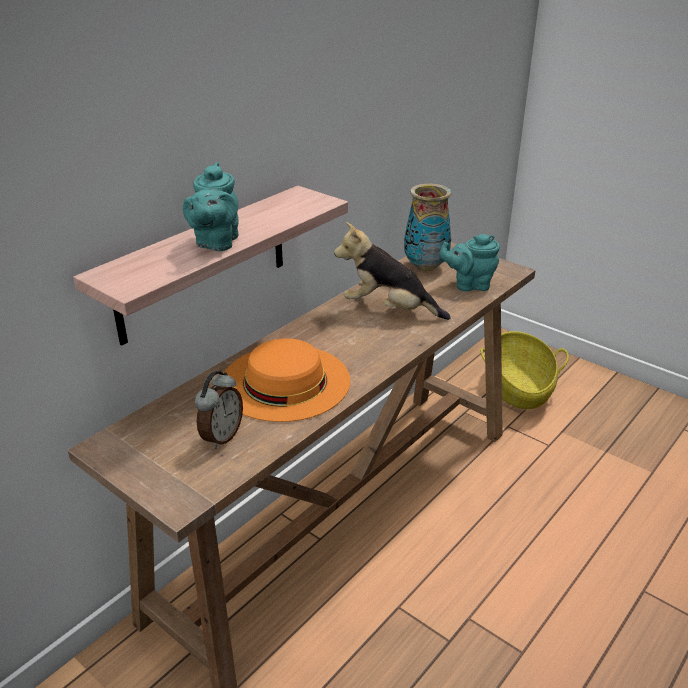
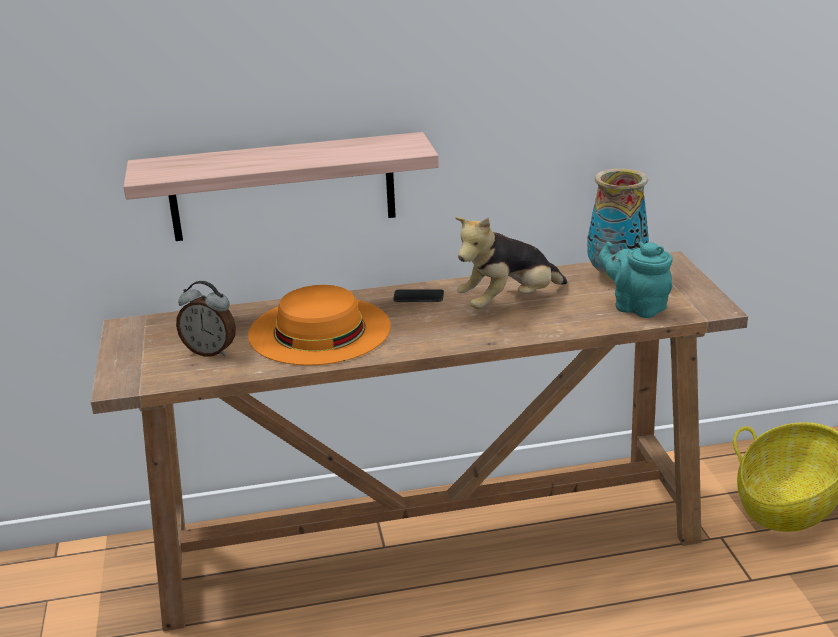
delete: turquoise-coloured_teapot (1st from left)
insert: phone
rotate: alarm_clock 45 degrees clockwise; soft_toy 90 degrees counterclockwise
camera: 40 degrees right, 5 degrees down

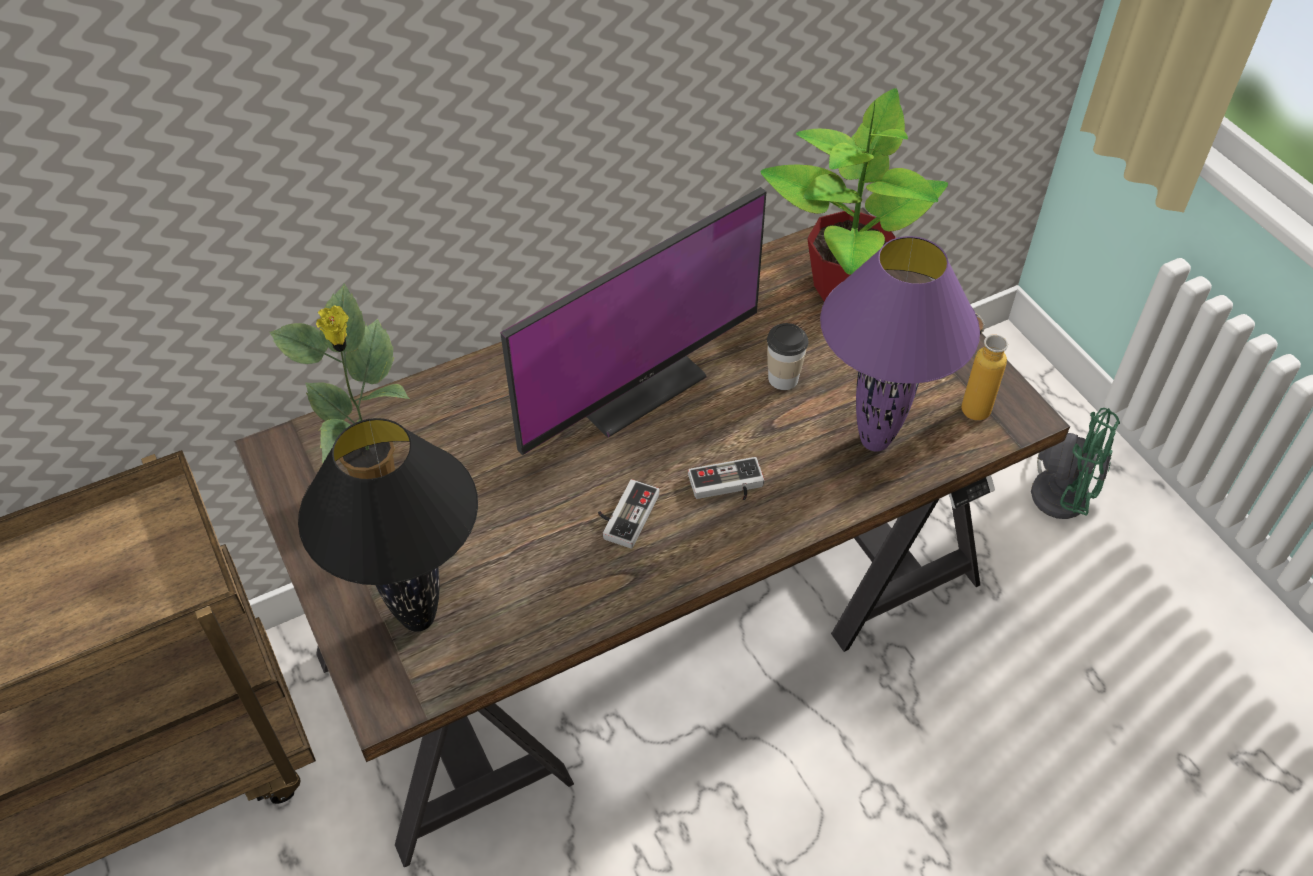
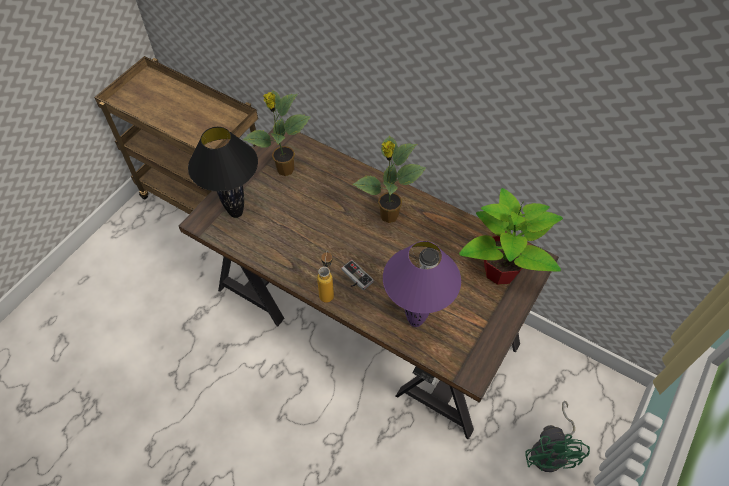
delete: joypad (1st from left)
move: bottle
replace: computer_screen to houseplant (2nd from left)
camera: 60 degrees right, 5 degrees up

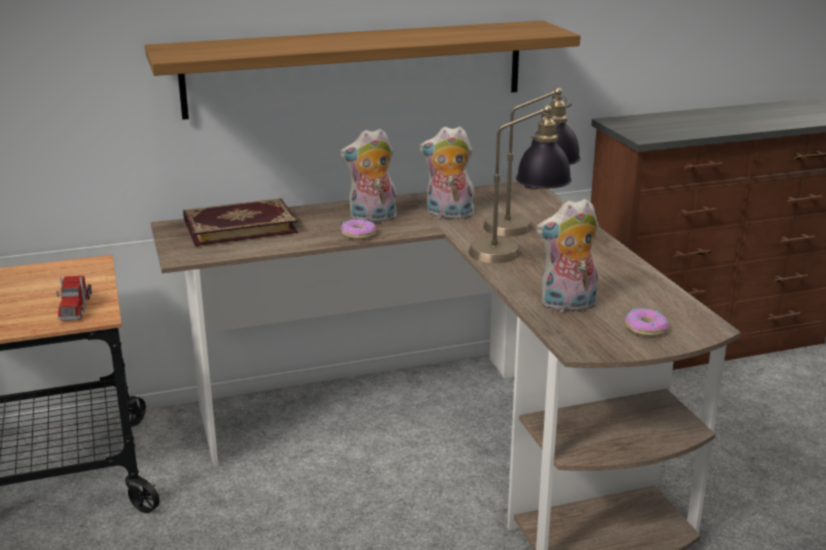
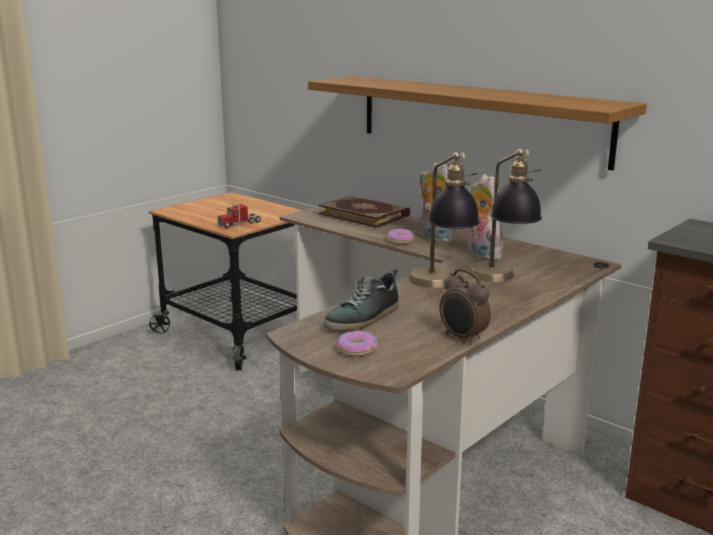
insert: alarm_clock
replace: soft_toy (3rd from left) to low_shoe
camera: 60 degrees right, 5 degrees down

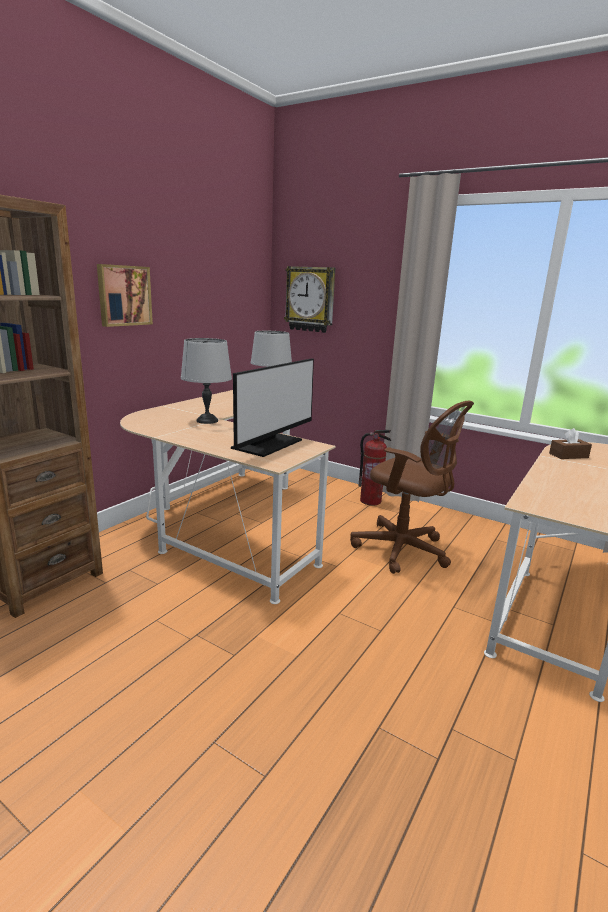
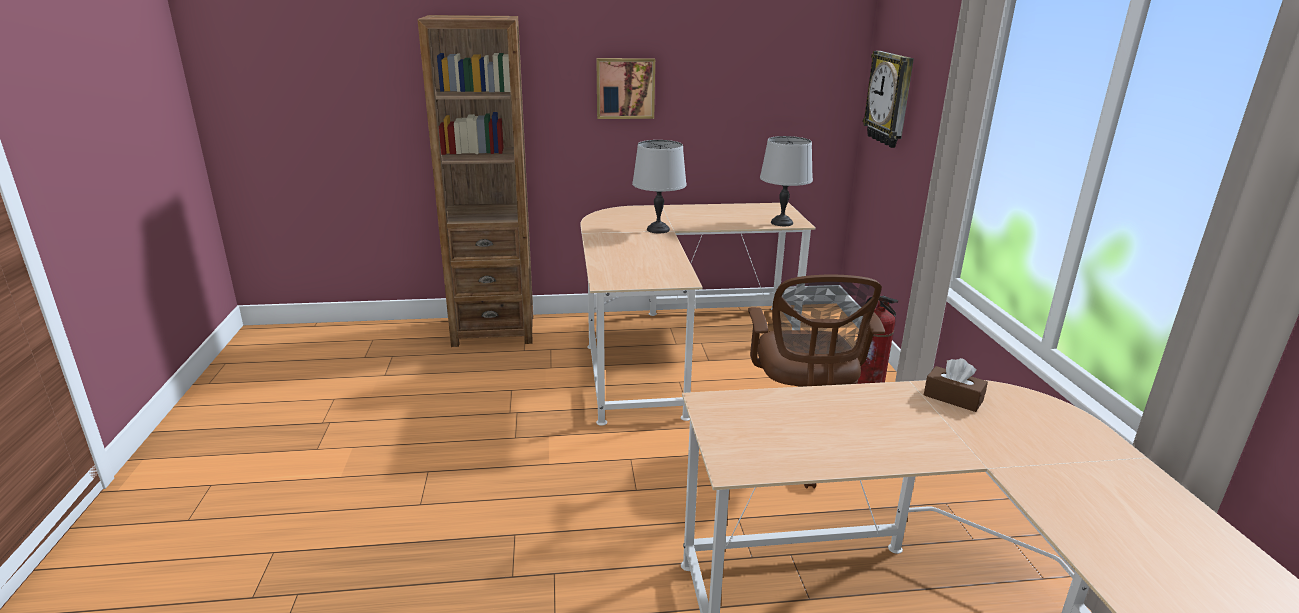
delete: computer_screen
camera: 50 degrees right, 5 degrees up

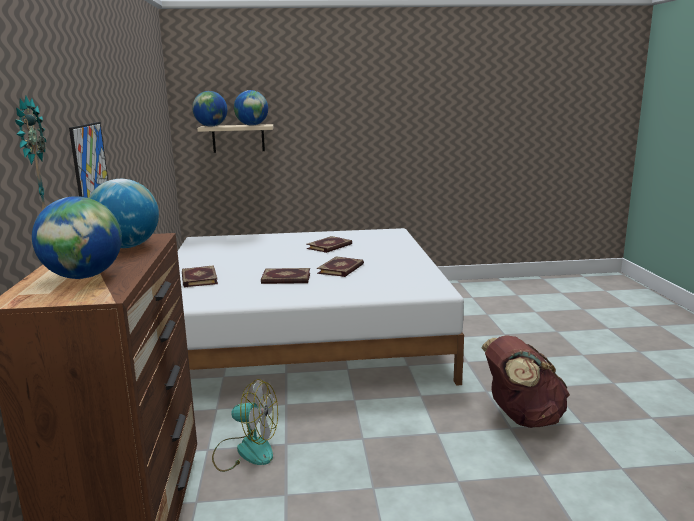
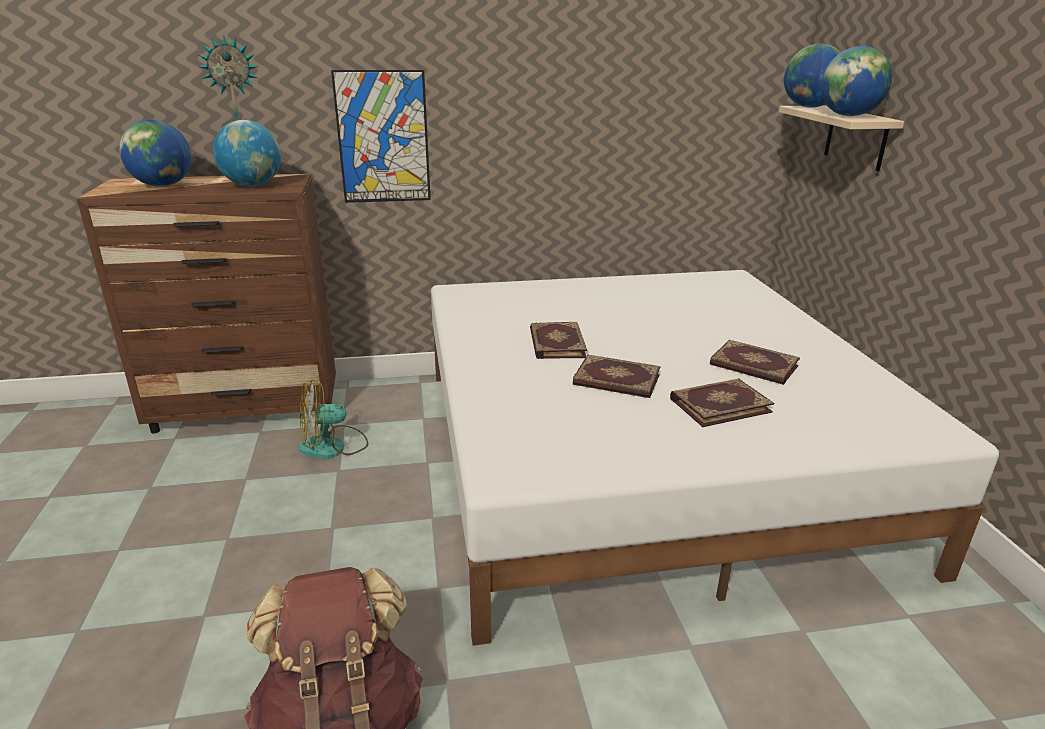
move: bound_book (1st from left in the first image) to bound_book (3rd from left)
rotate: cooling_fan 60 degrees clockwise
camera: 85 degrees right, 10 degrees up

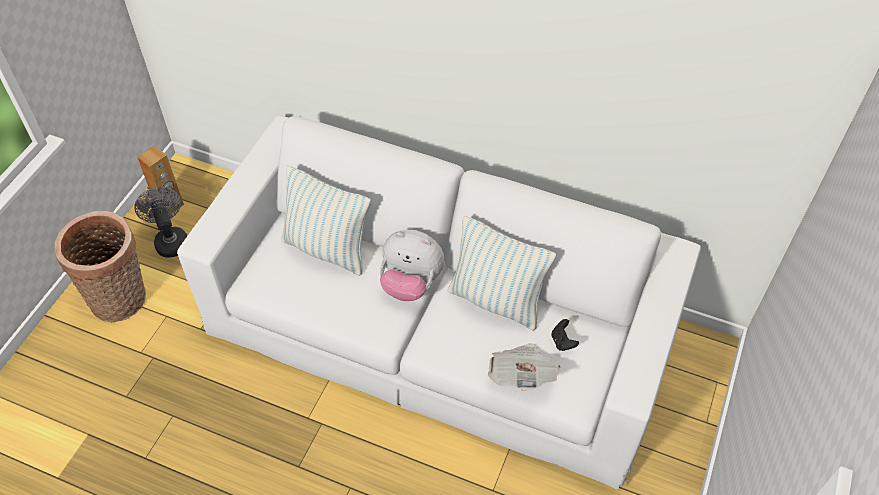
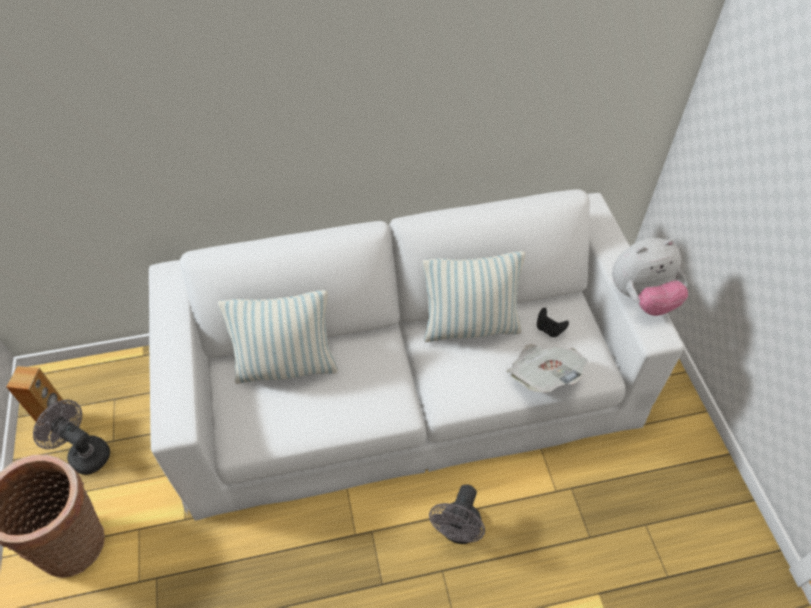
insert: grey_cooling_fan (2nd from left)
move: soft_toy
camera: 35 degrees left, 0 degrees up

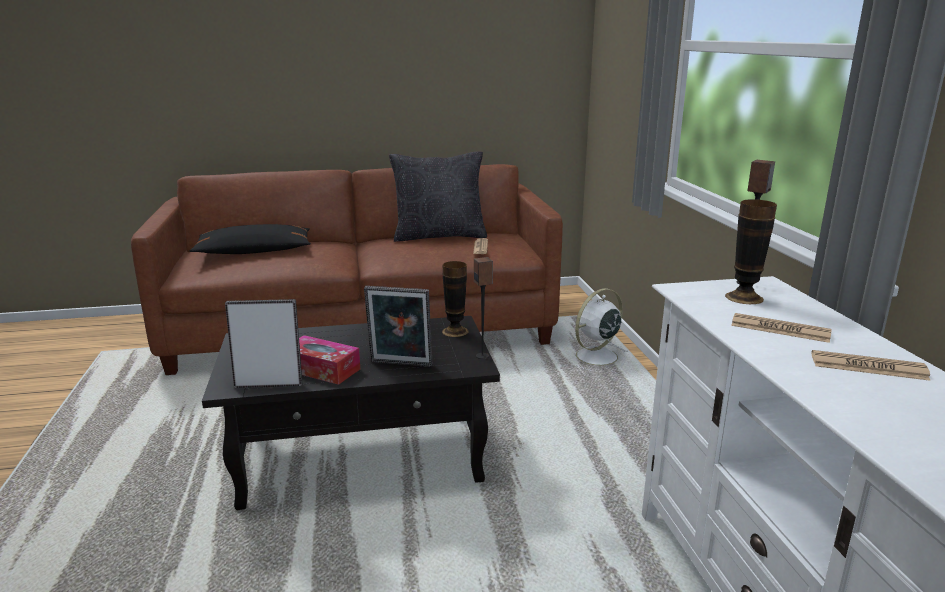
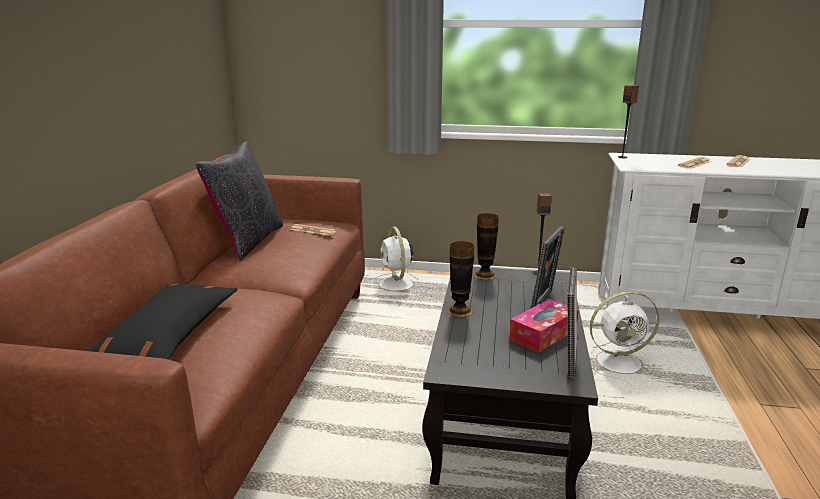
insert: white-coloured_cooling_fan (2nd from left)
move: vase (2nd from left in the first image) to vase (1st from left)
camera: 70 degrees left, 0 degrees up

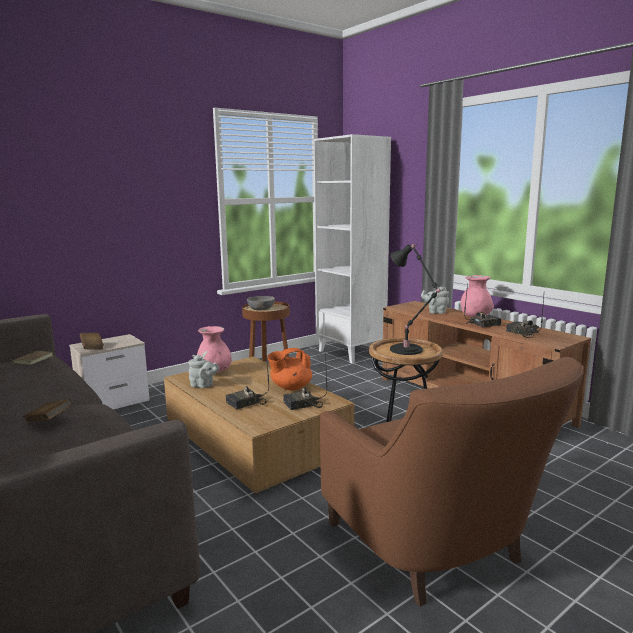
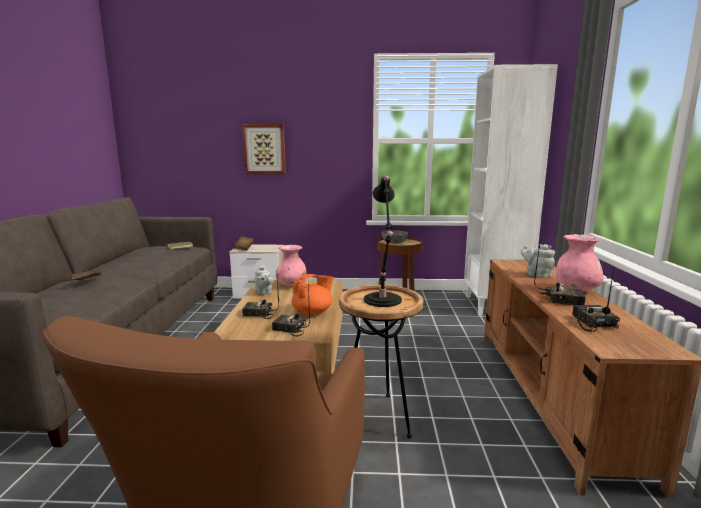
insert: wall_picture
rotate: orange-coloured_teapot 135 degrees clockwise
camera: 40 degrees right, 0 degrees up

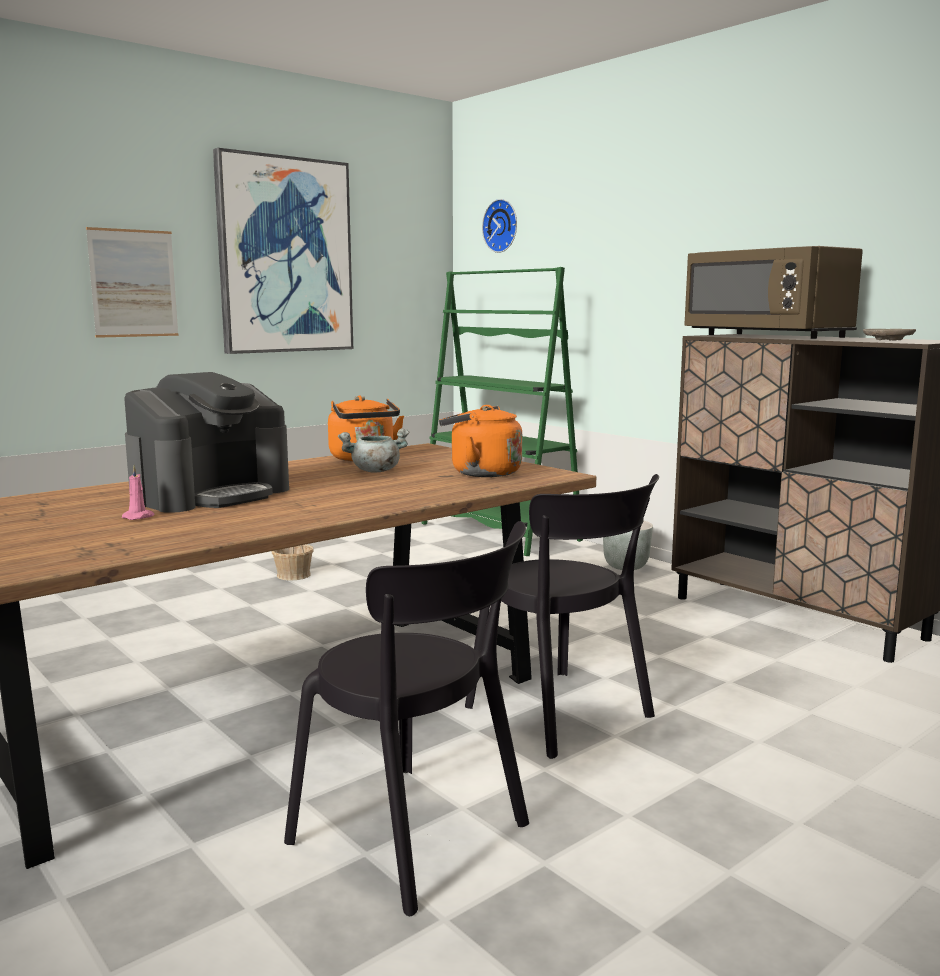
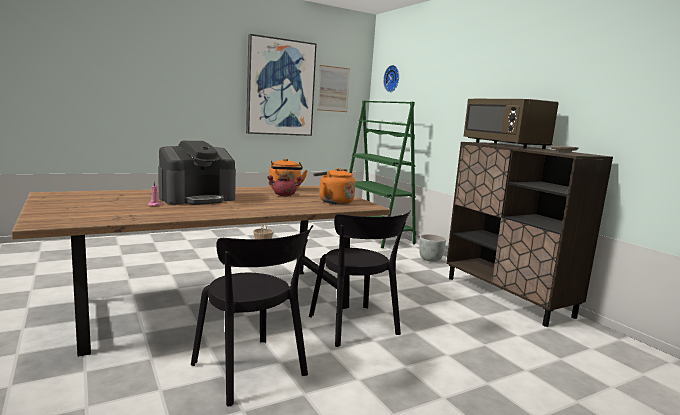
move: wall_picture (1st from left in the first image) to wall_picture (2nd from left)
recolor: grey_saucepot to reddish_saucepot
camera: 10 degrees right, 0 degrees up

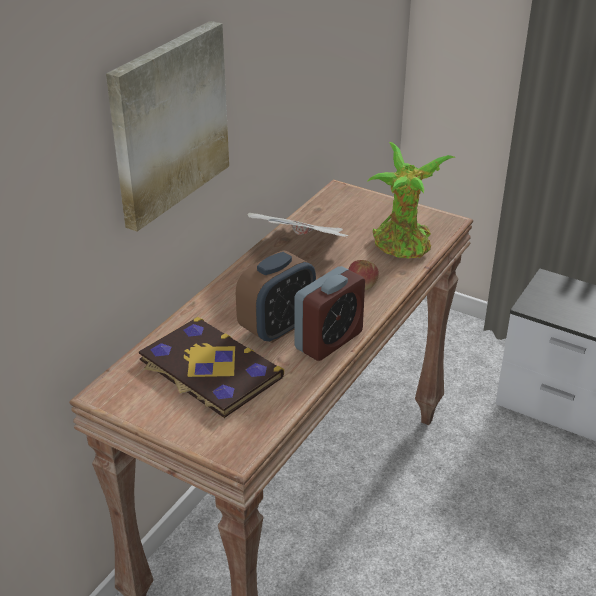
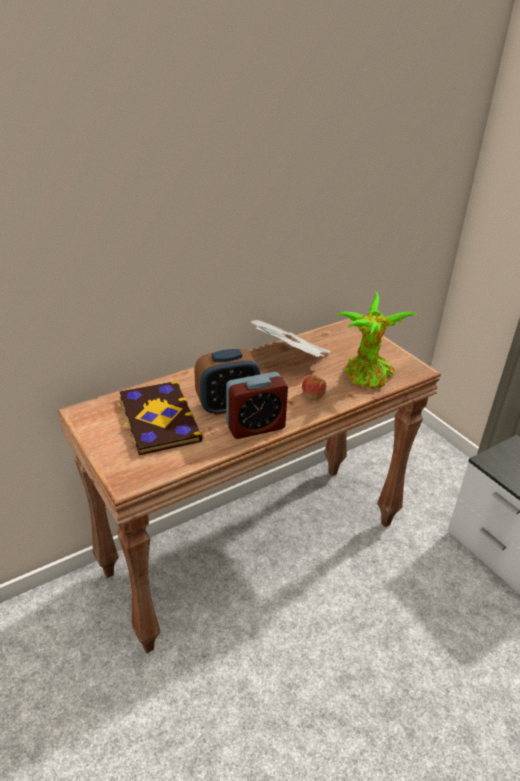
delete: wall_picture
camera: 25 degrees right, 0 degrees up

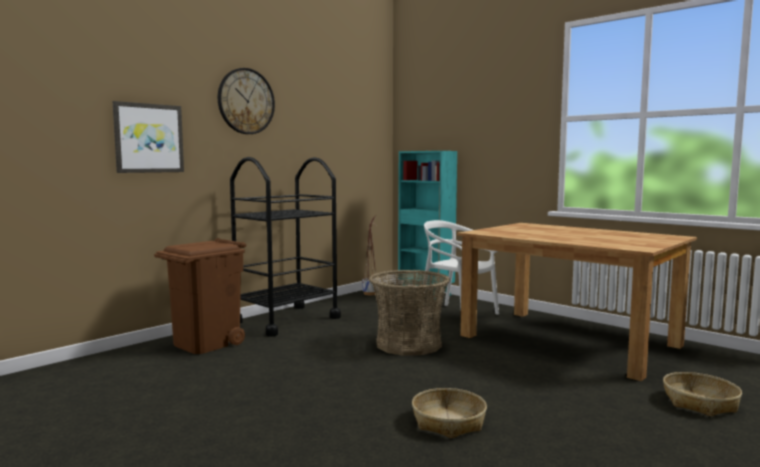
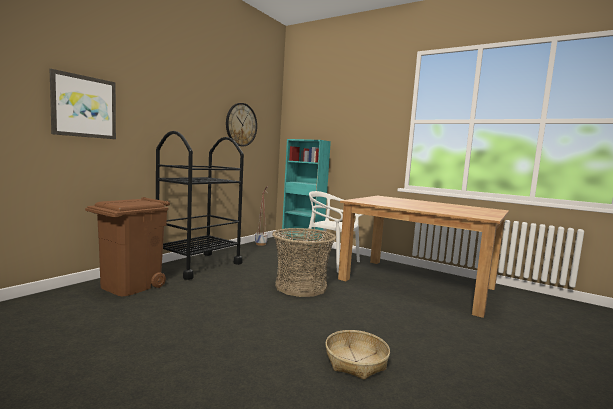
delete: basket (3rd from left)
move: hanging_clock
camera: 10 degrees left, 0 degrees up

